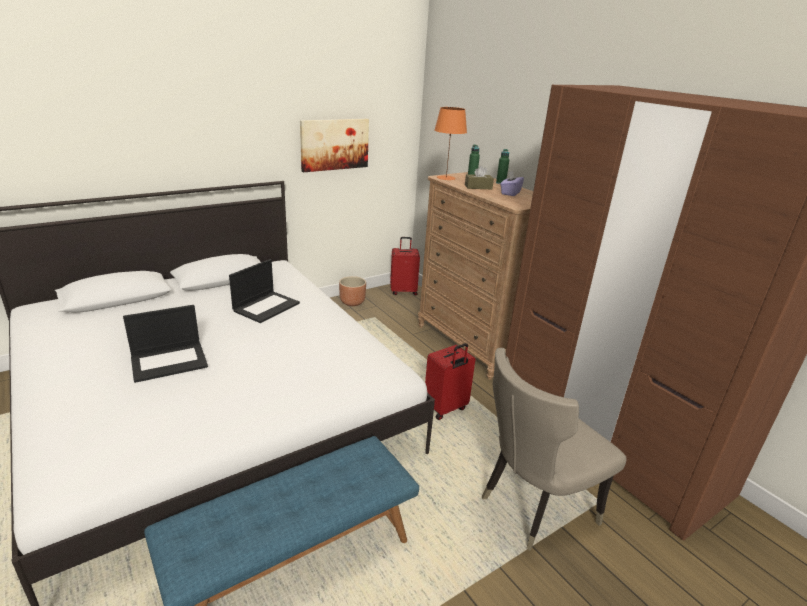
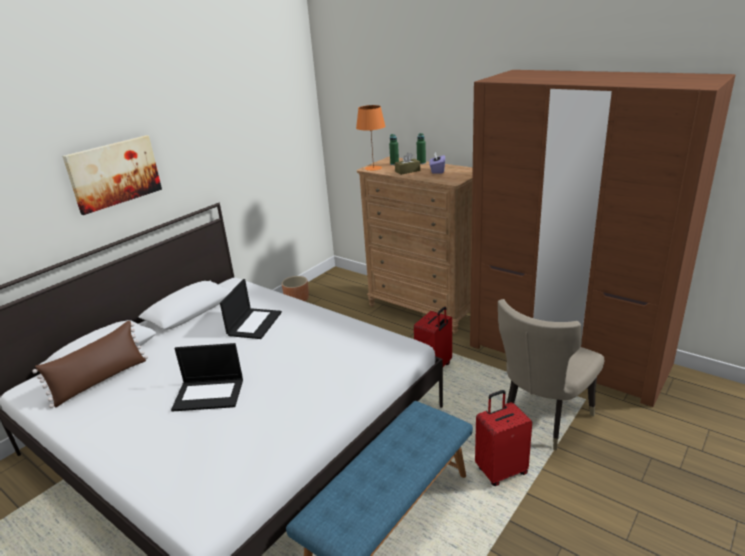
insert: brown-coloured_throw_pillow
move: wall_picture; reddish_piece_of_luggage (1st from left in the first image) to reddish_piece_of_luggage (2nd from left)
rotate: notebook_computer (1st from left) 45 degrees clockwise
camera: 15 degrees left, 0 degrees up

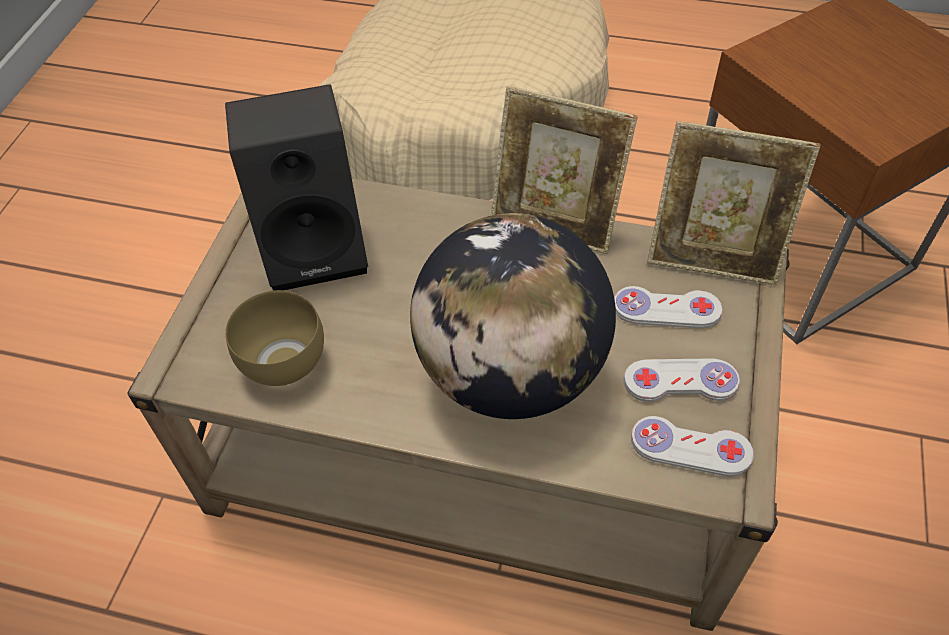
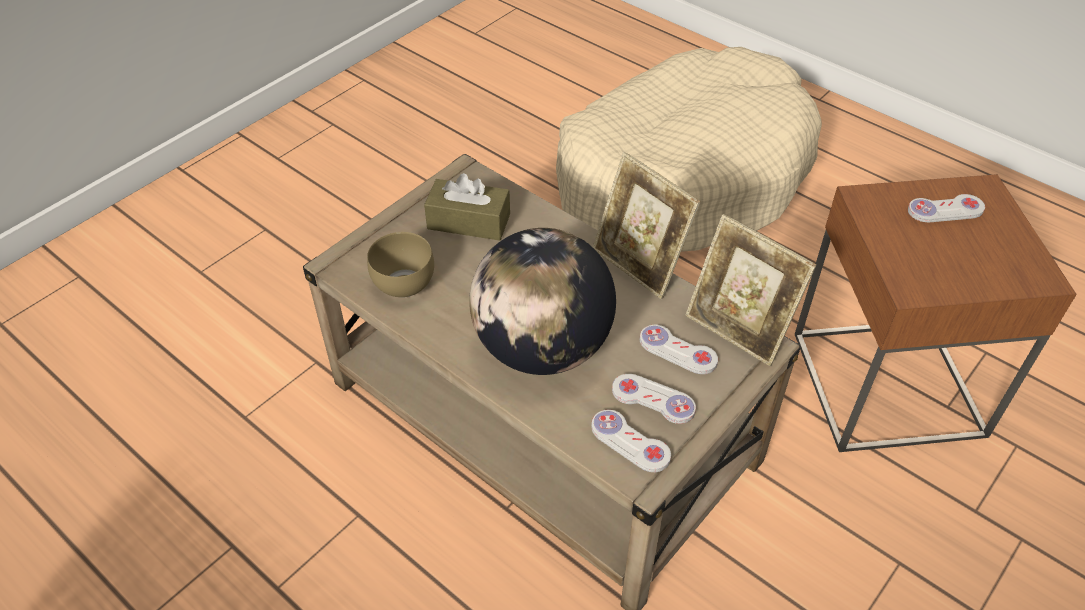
insert: white-coloured_joypad (4th from left)
replace: black-coloured_loudspeaker to brown-coloured_tissue_holder
camera: 25 degrees right, 5 degrees down

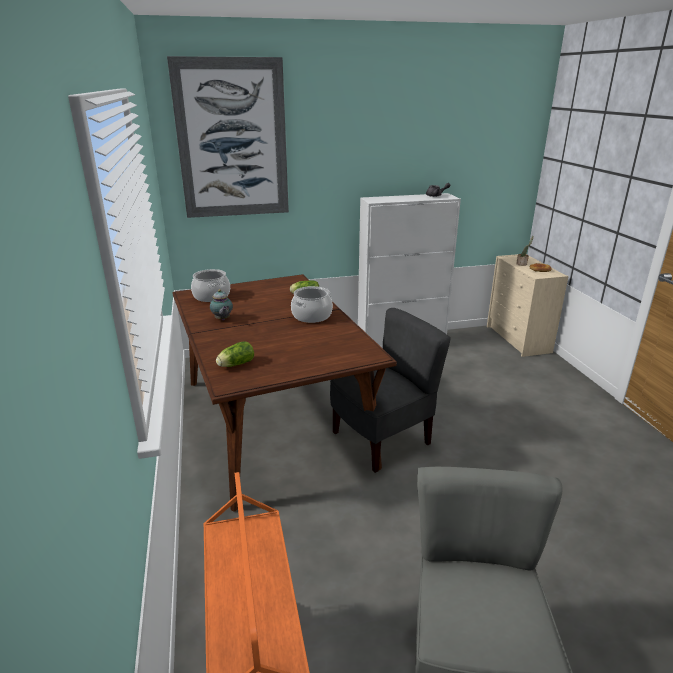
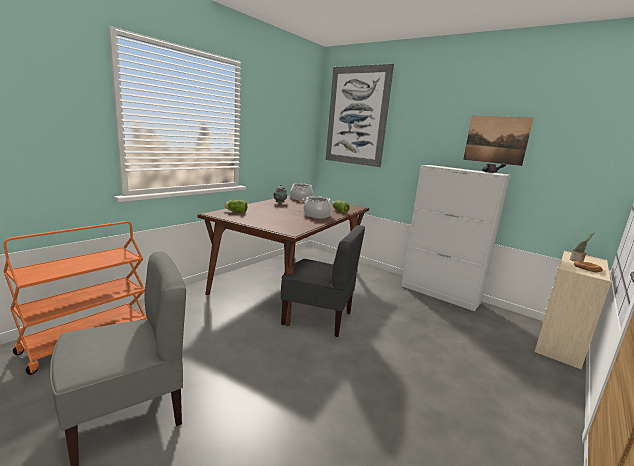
insert: wall_picture (2nd from left)
camera: 50 degrees right, 10 degrees down

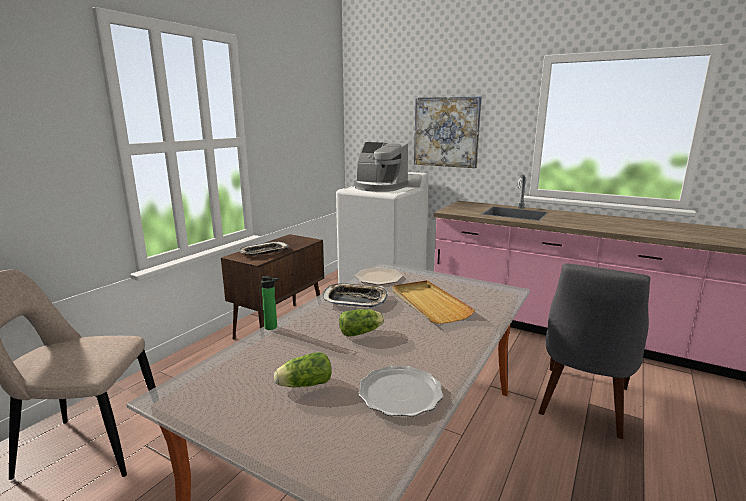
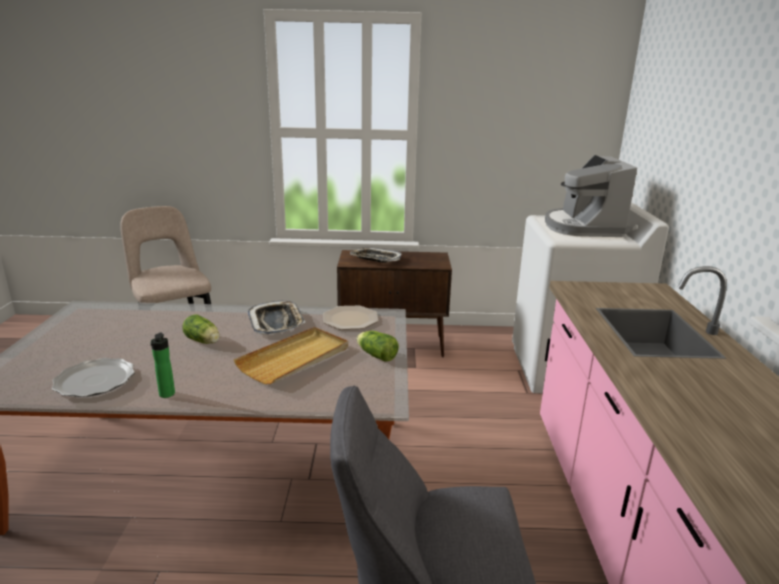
delete: wall_picture
move: bottle; lettuce (1st from left in the first image) to lettuce (2nd from left)
camera: 60 degrees right, 5 degrees up

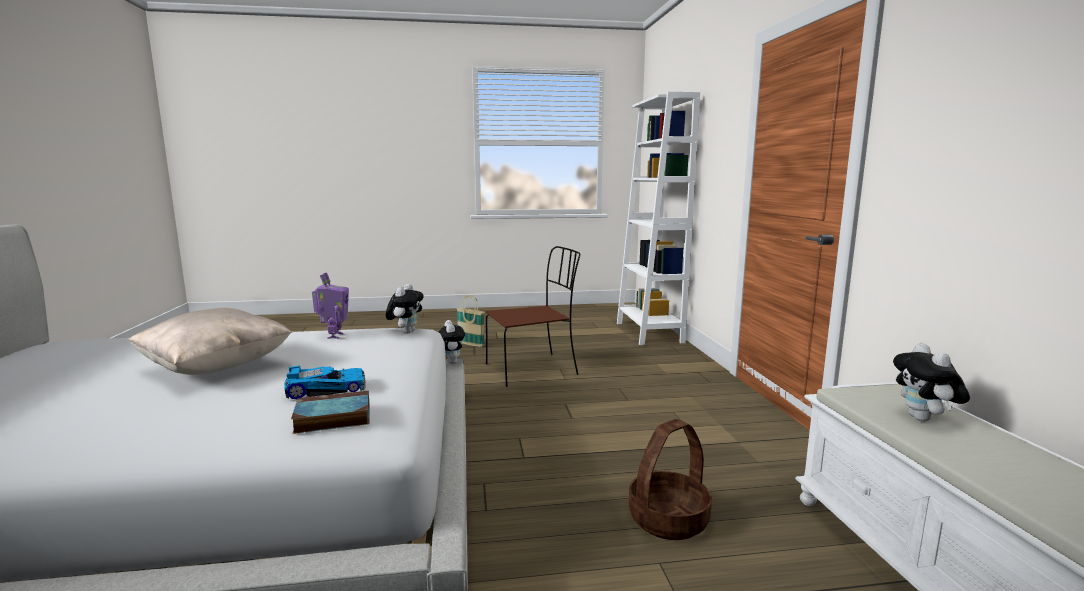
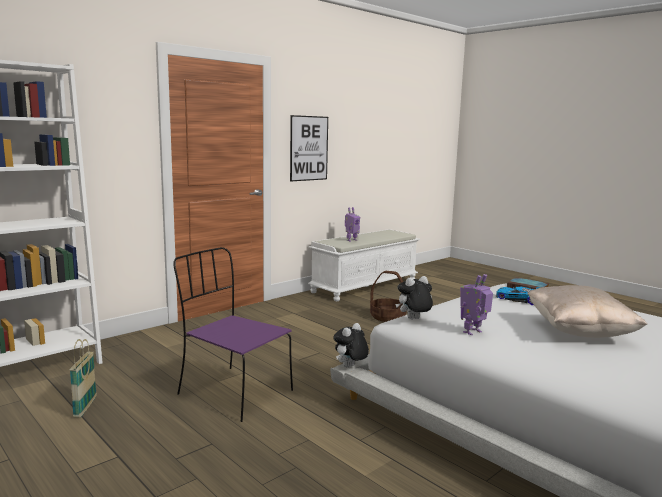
insert: wall_picture
move: basket (1st from left)
replace: soft_toy (3rd from left) to robot_figure (1st from left)
recolor: brown-coloured_plain_chair to purple-coloured_plain_chair
camera: 125 degrees left, 0 degrees up

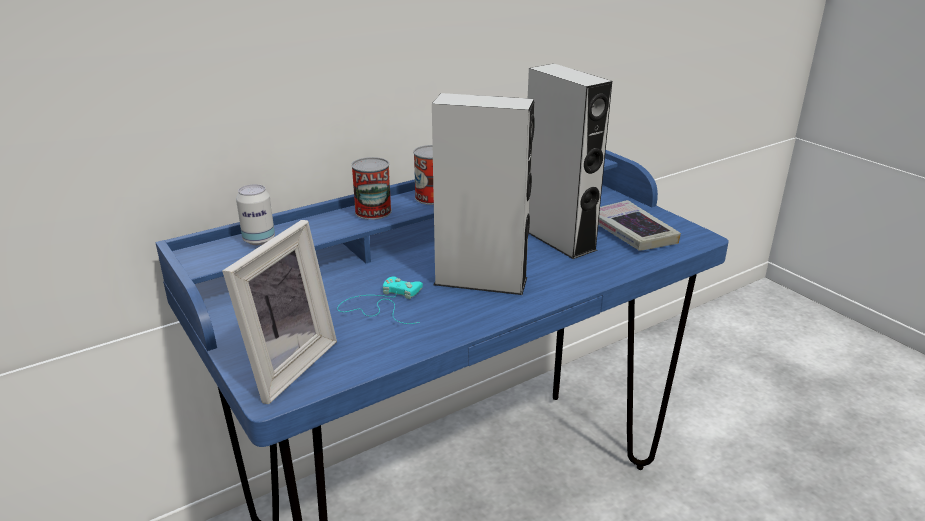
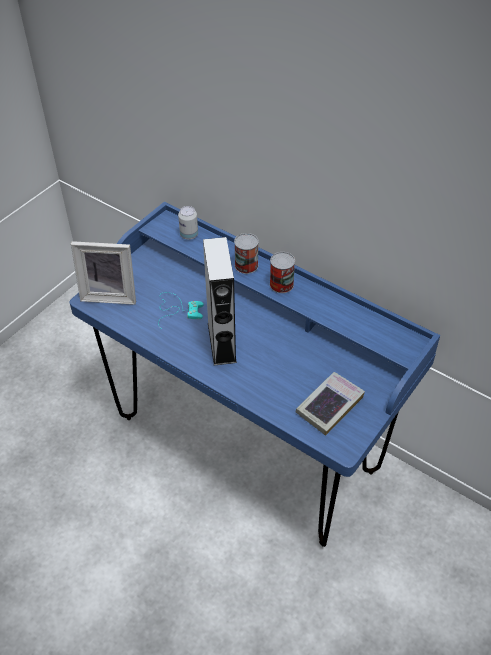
delete: grey_loudspeaker (2nd from left)
camera: 70 degrees right, 20 degrees up

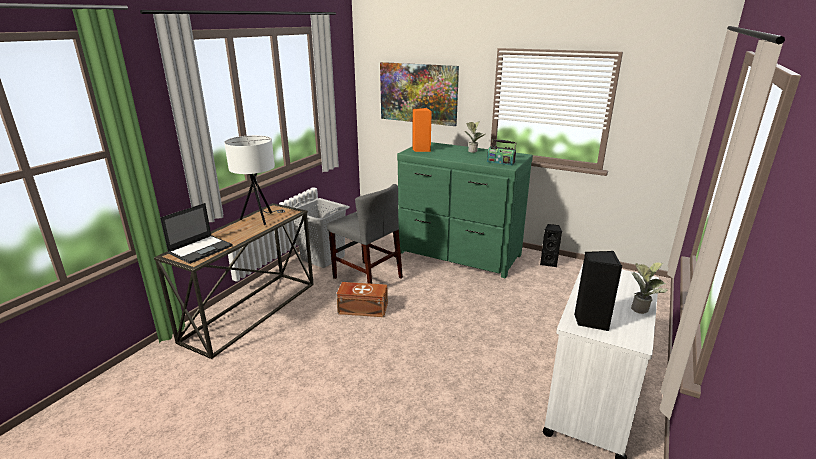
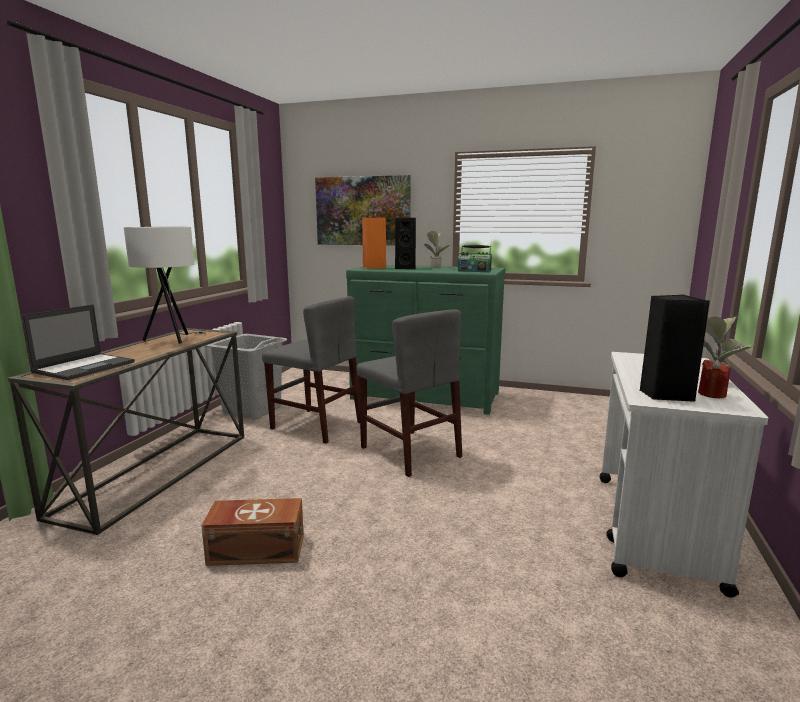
insert: grey_plain_chair (2nd from left); reddish_candle
move: brown-coloured_storage_box; black-coloured_loudspeaker (1st from left)
camera: 10 degrees left, 10 degrees down

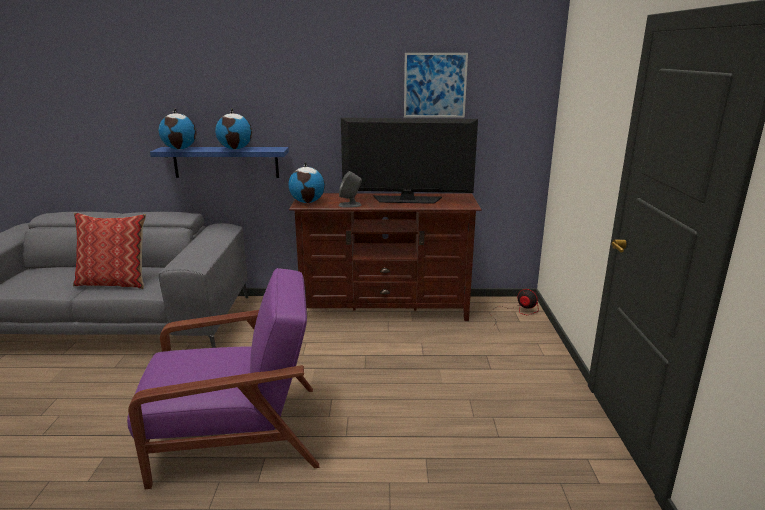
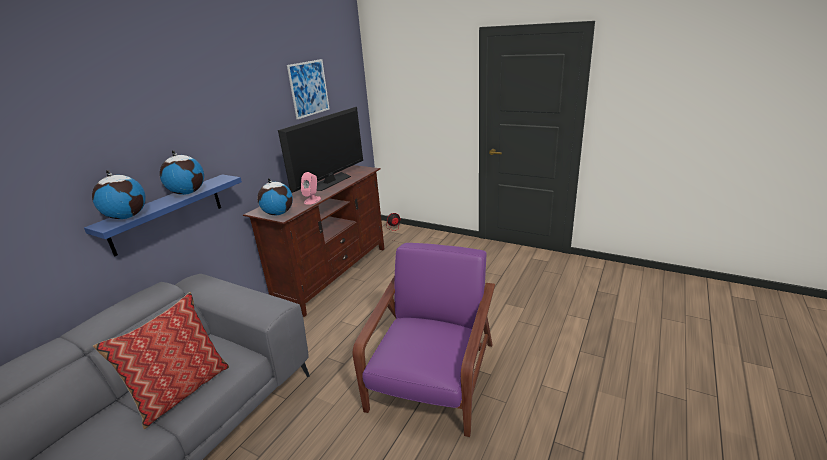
recolor: grey_loudspeaker to pinkish_loudspeaker
camera: 60 degrees left, 5 degrees up

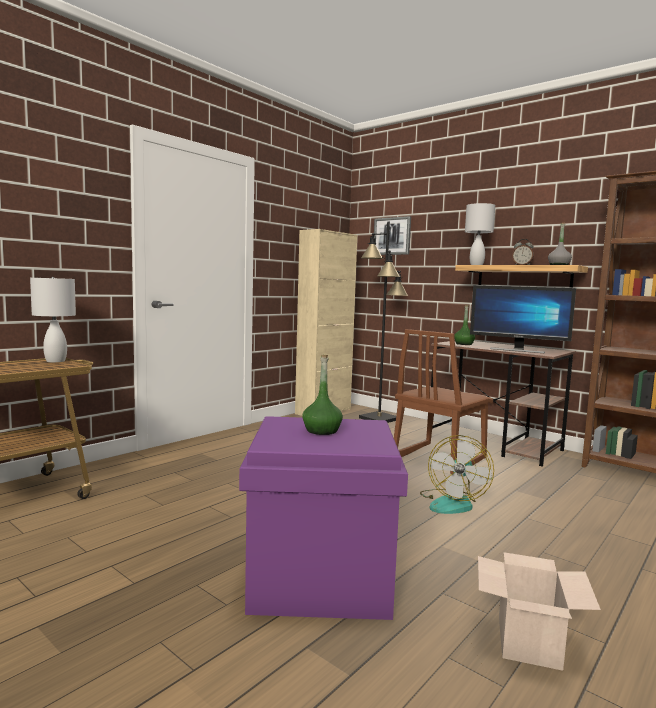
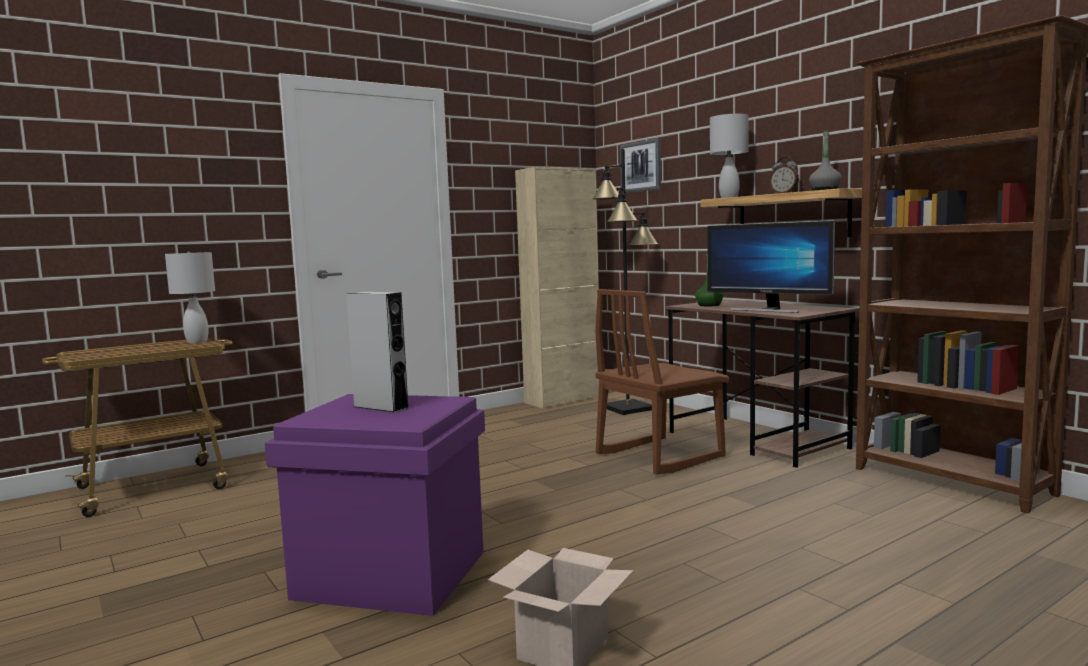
delete: cooling_fan
replace: green-coloured_bottle (1st from left) to grey_loudspeaker
camera: 15 degrees right, 0 degrees up

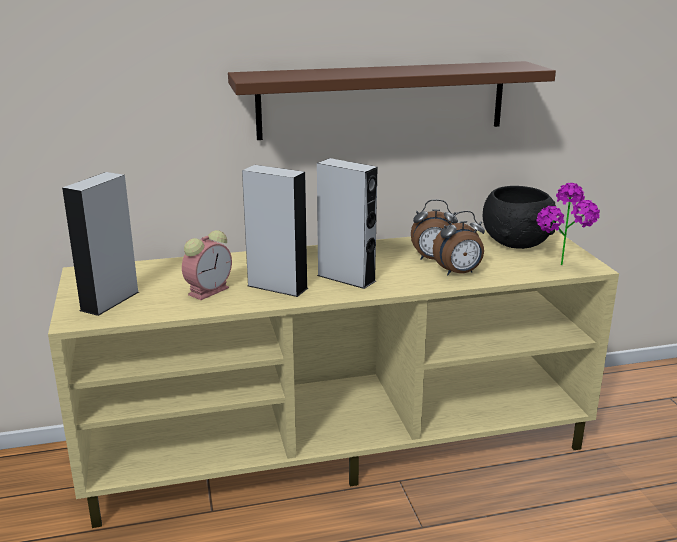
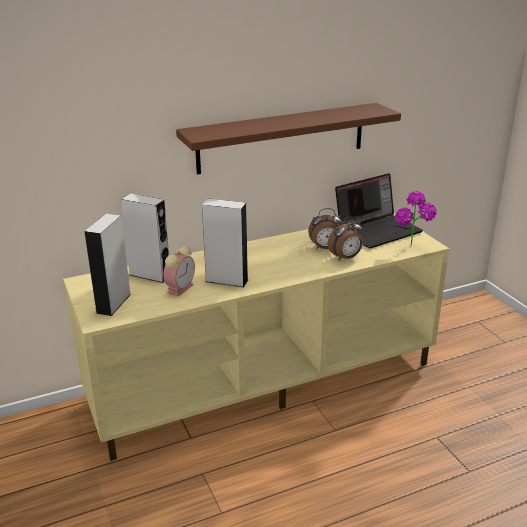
move: grey_loudspeaker (3rd from left in the first image) to grey_loudspeaker (2nd from left)
replace: black-coloured_bowl to notebook_computer
camera: 10 degrees left, 5 degrees up

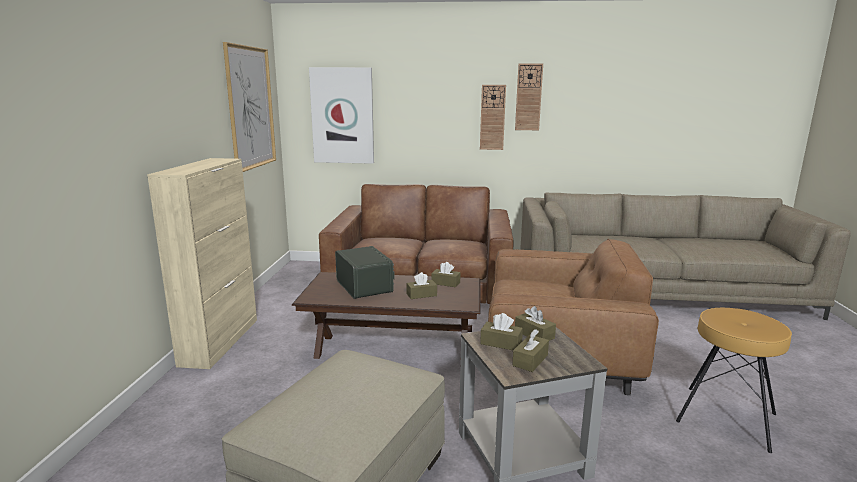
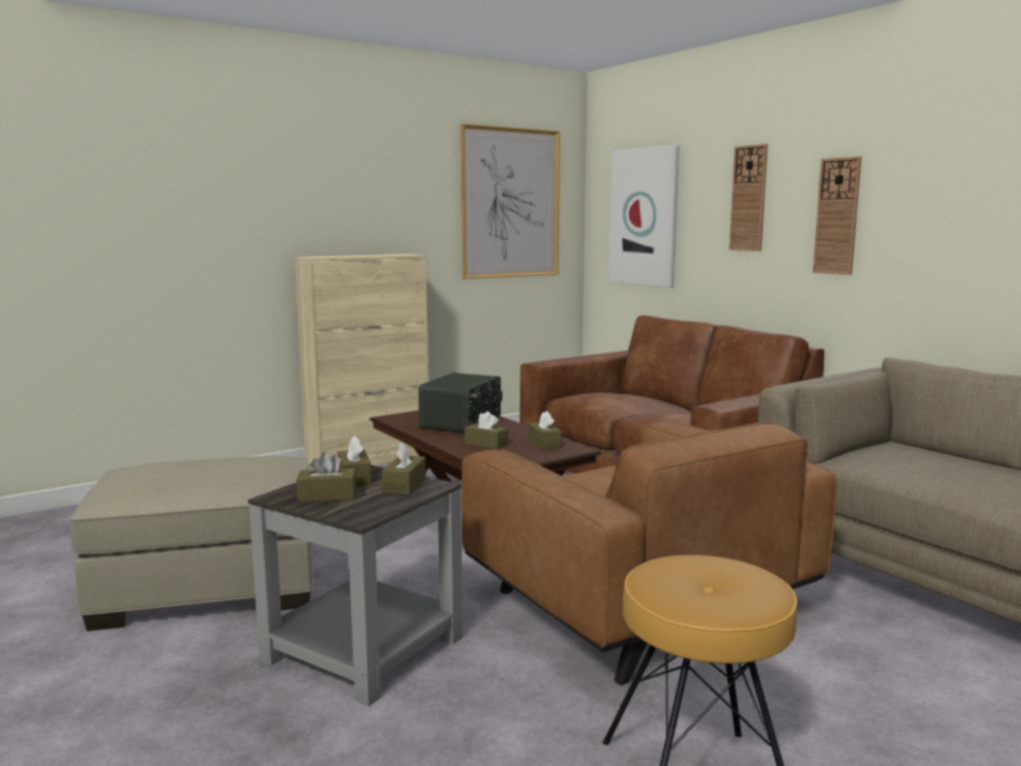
move: hanging_clock (2nd from left in the first image) to hanging_clock (1st from left)
camera: 50 degrees right, 5 degrees down

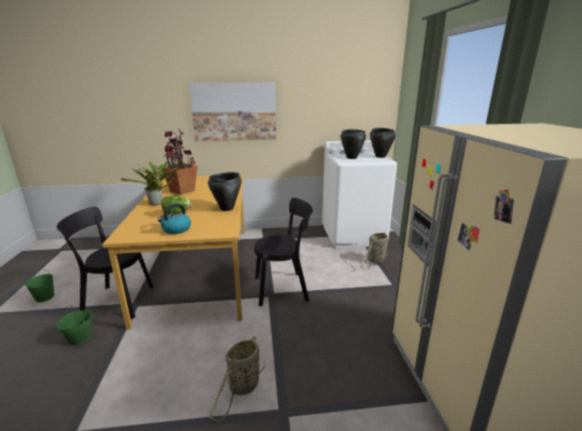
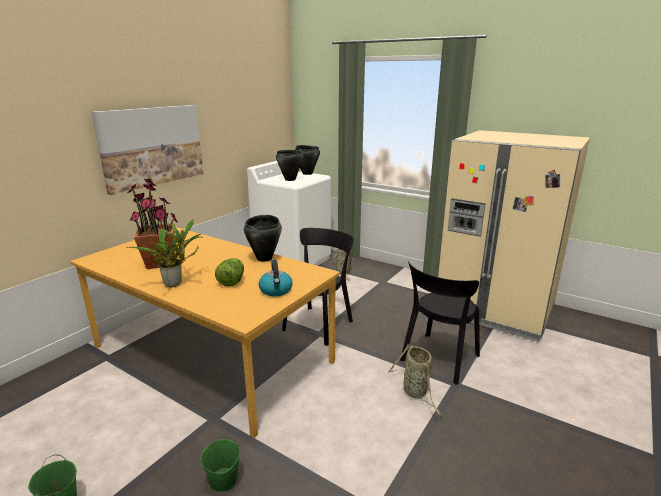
move: black-coloured_plain_chair (1st from left in the first image) to black-coloured_plain_chair (2nd from left)
camera: 50 degrees left, 0 degrees up

